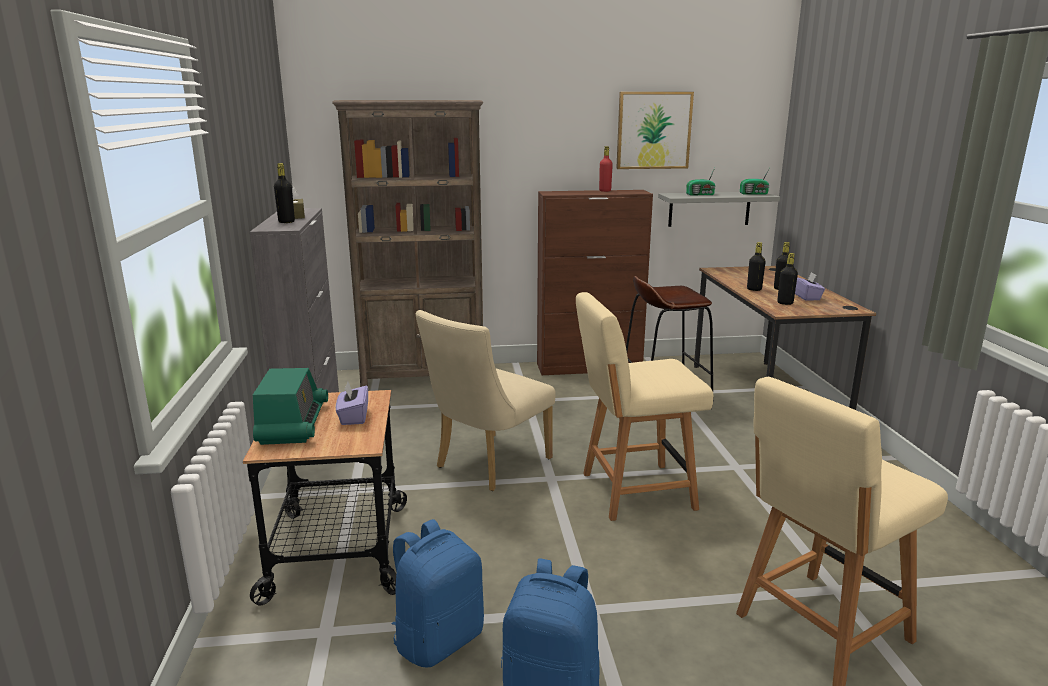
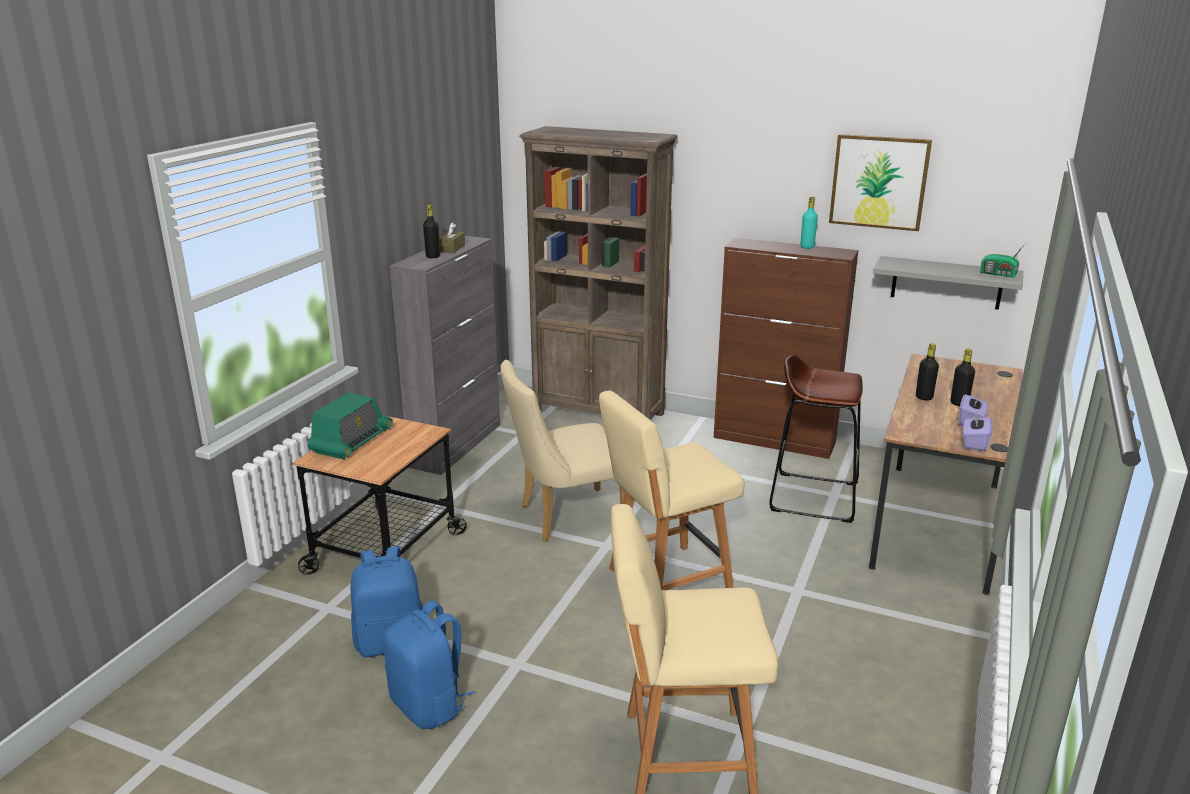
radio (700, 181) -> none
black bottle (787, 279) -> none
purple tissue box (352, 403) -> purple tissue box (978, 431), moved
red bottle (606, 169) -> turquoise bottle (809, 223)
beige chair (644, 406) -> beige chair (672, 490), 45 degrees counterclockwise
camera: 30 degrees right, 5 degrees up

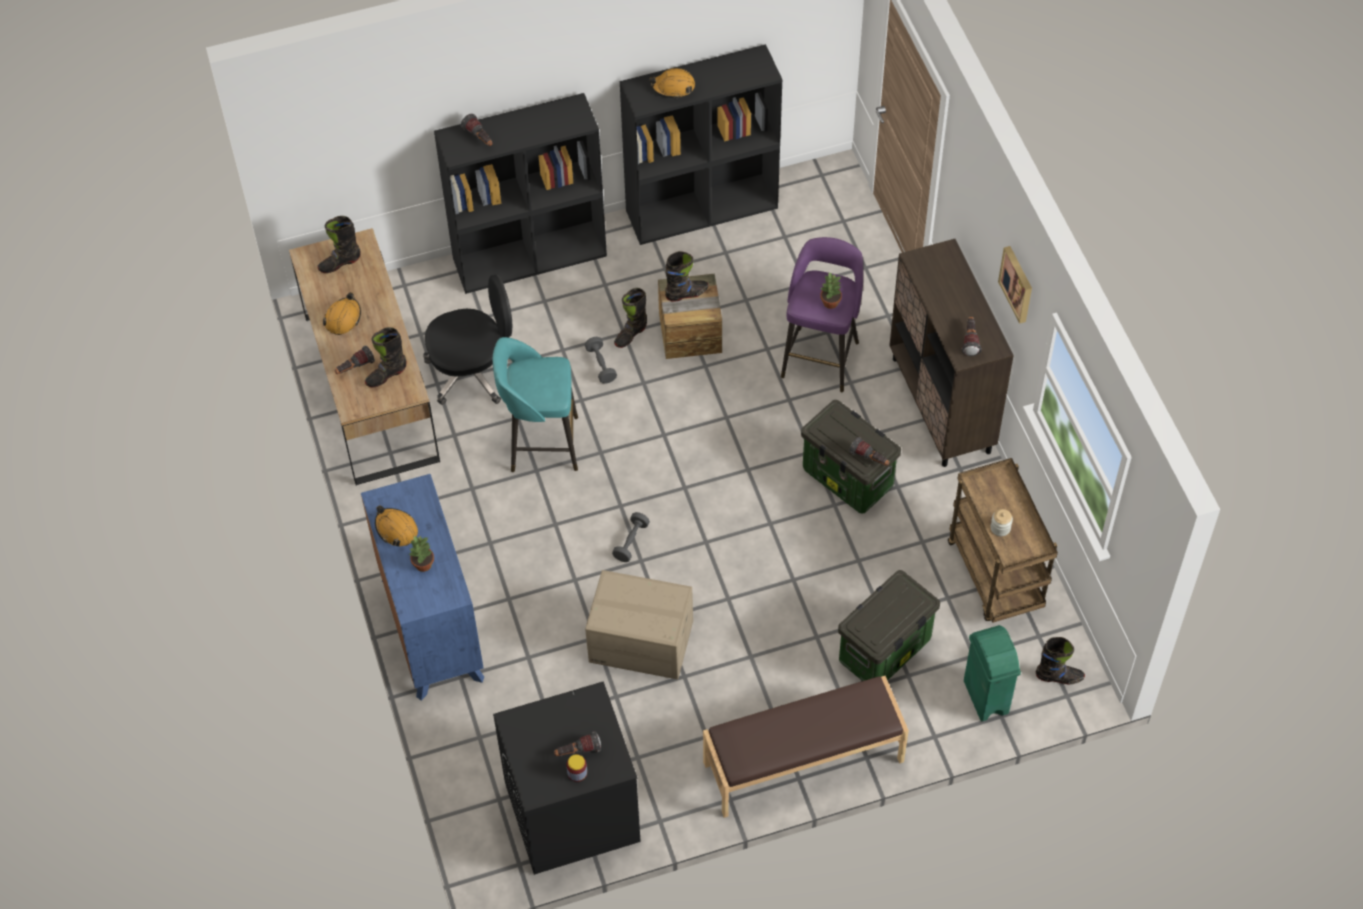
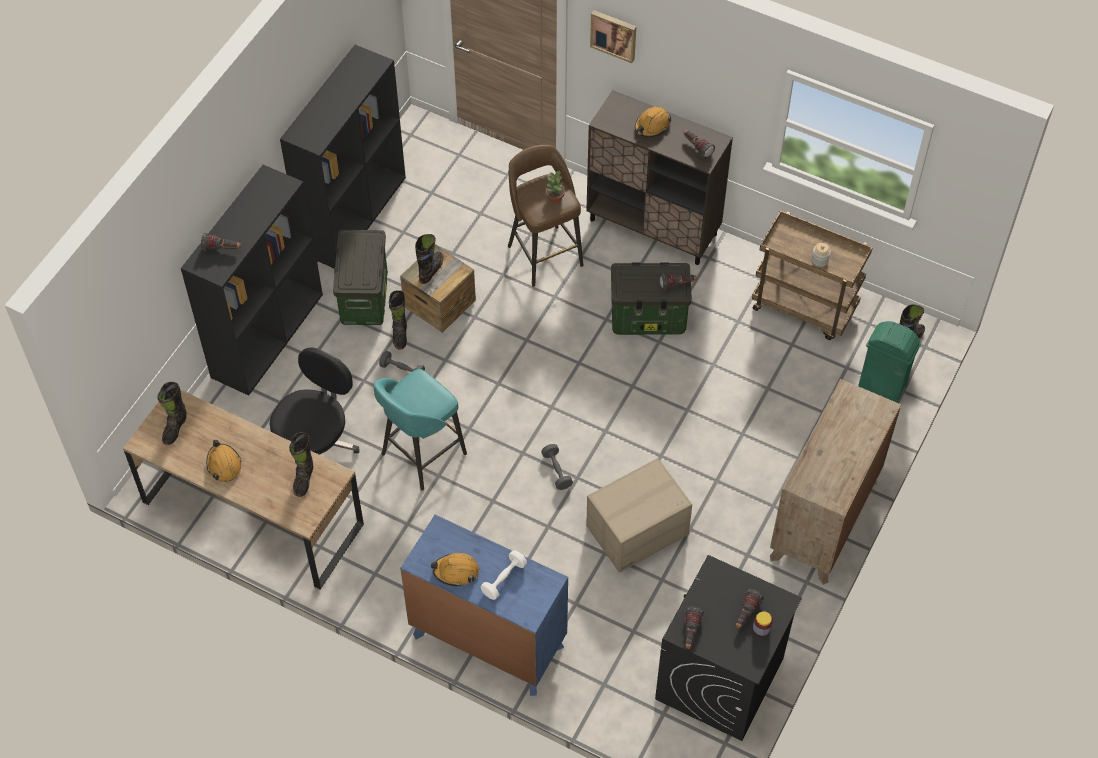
flashlight (354, 360) -> flashlight (694, 628), moved
orange hard hat (672, 83) -> orange hard hat (653, 121), moved
storage box (889, 625) -> storage box (360, 277), moved
picture (1015, 285) -> picture (613, 36), moved
potted plant (422, 554) -> white dumbbell (503, 575)
brown bench (806, 747) -> brown dresser (835, 482)
purple stool (822, 314) -> brown stool (546, 216)
camera: 45 degrees left, 0 degrees up

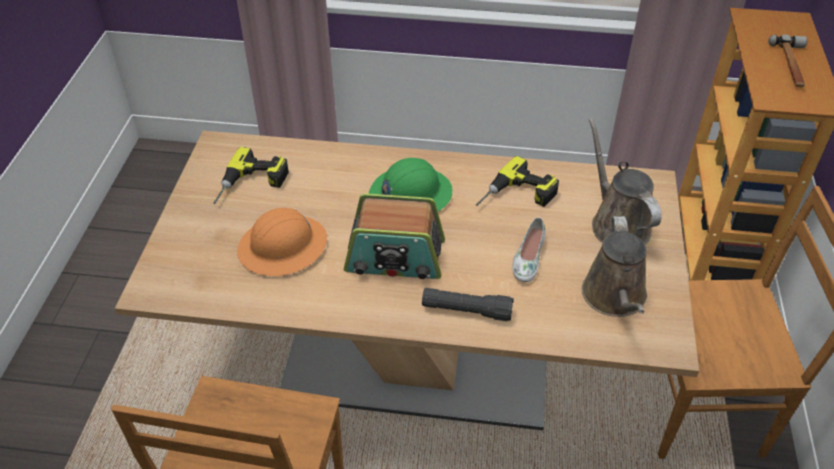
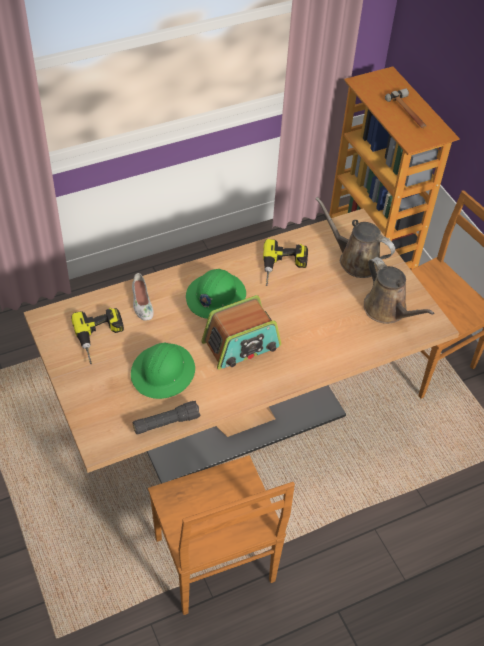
black flashlight (468, 304) -> black flashlight (166, 417), moved
white shoe (529, 249) -> white shoe (143, 297), moved
orange hard hat (282, 242) -> green hard hat (163, 370)
camera: 35 degrees left, 5 degrees up

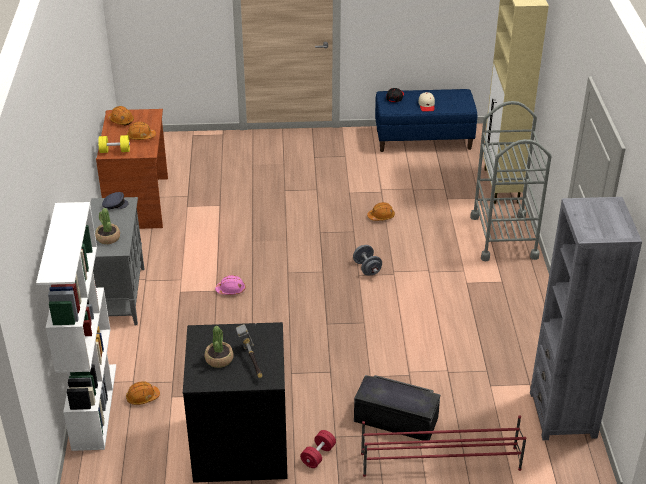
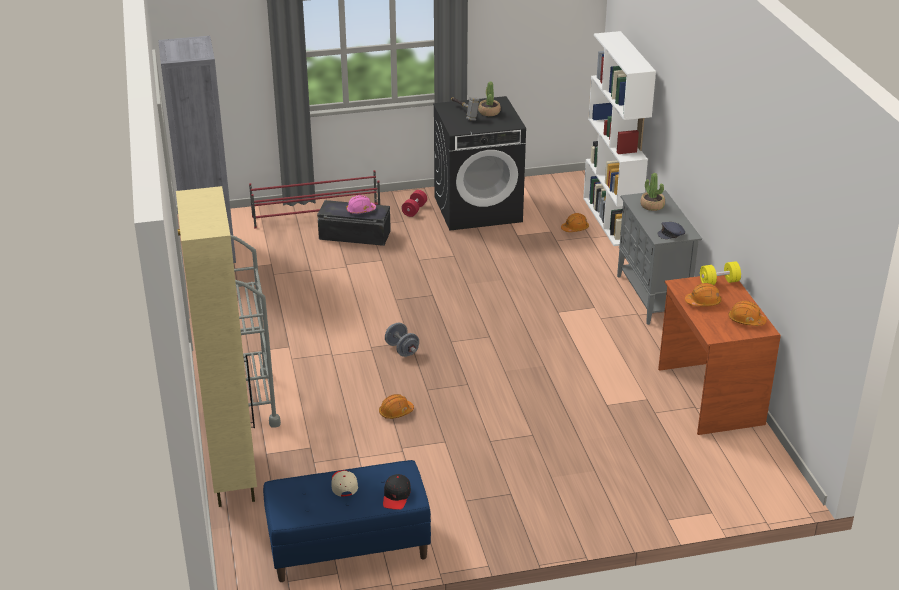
pink hard hat (230, 285) -> pink hard hat (361, 204), moved
camera: 170 degrees right, 5 degrees down

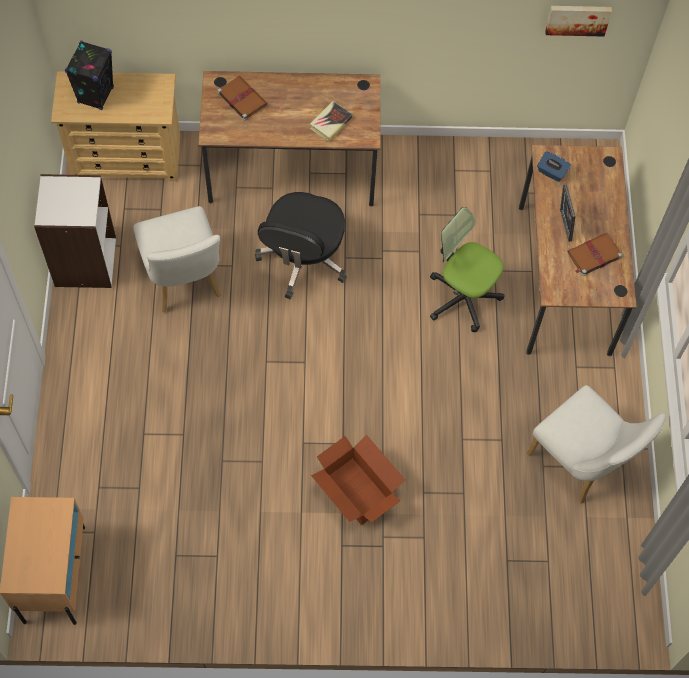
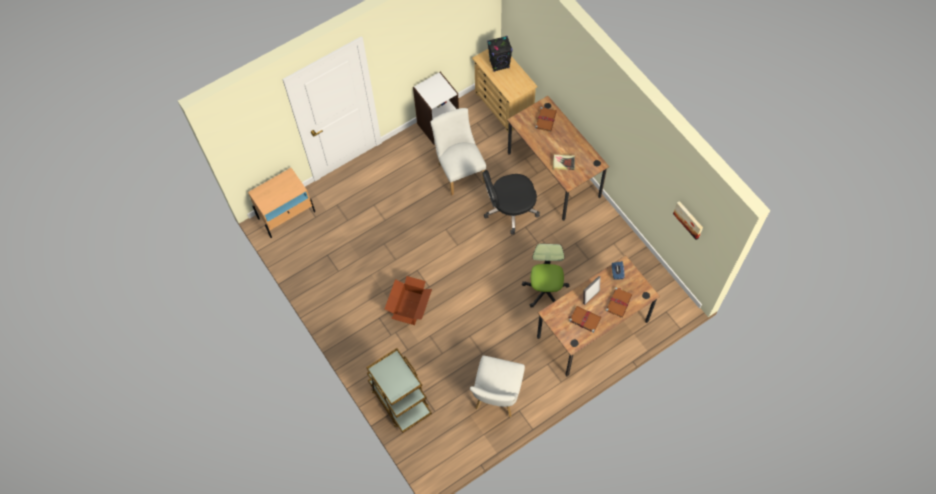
none -> brown cart (399, 390)
none -> brown book (619, 303)
white chair (177, 259) -> white chair (458, 151), 120 degrees clockwise
camera: 60 degrees right, 0 degrees up

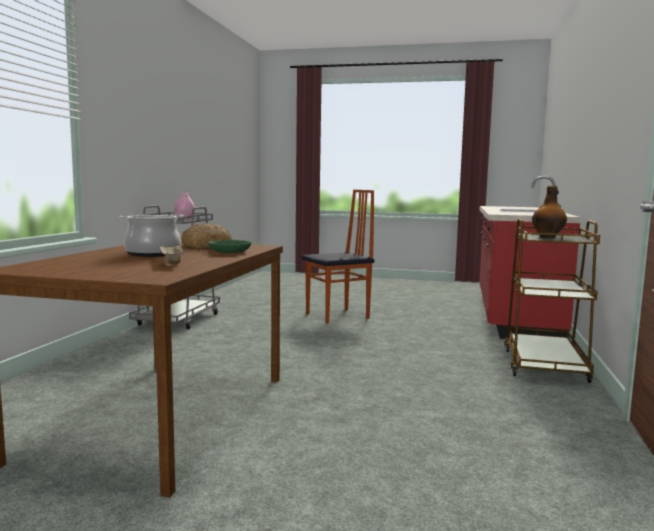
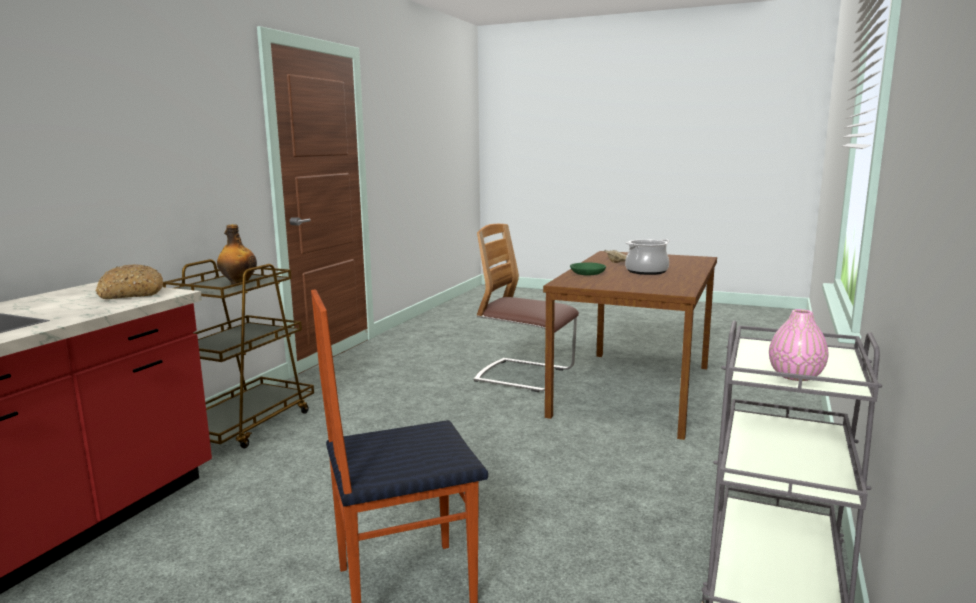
none -> chair (526, 308)
bread (207, 236) -> bread (129, 281), moved
camera: 170 degrees left, 5 degrees up

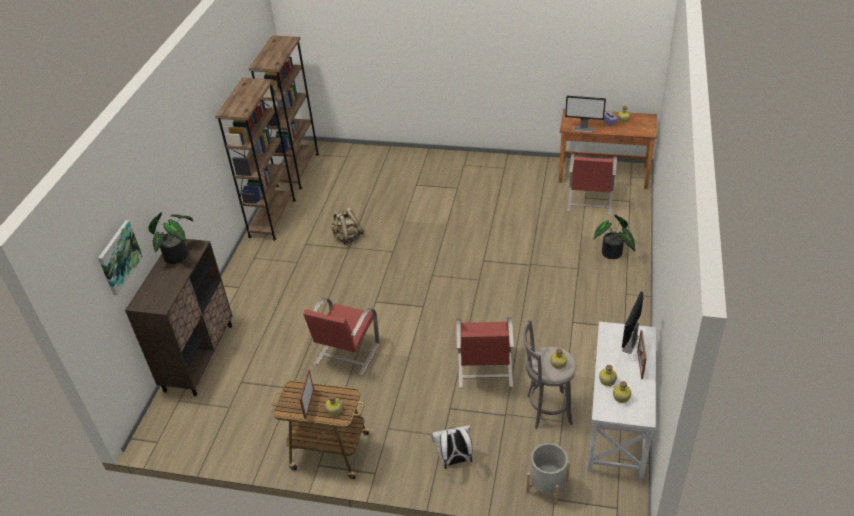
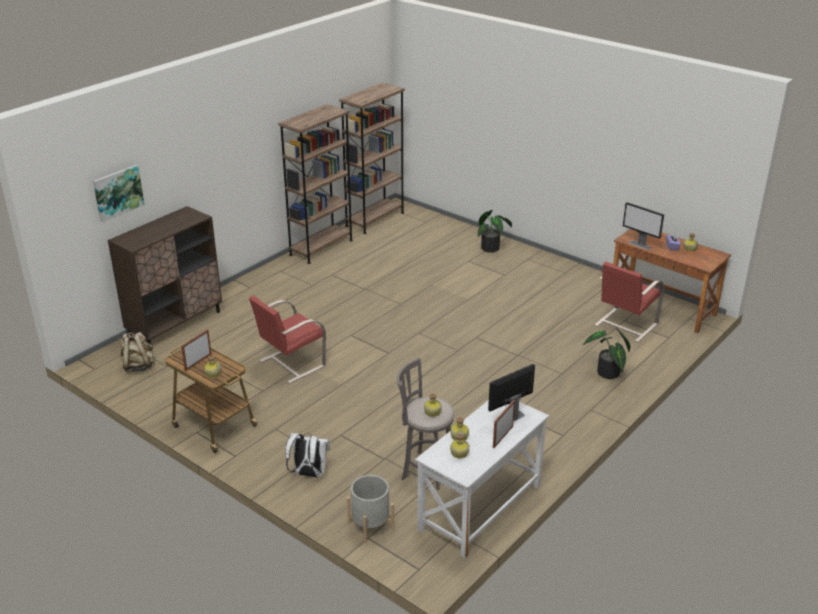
red chair (485, 352) -> none
potted plant (171, 238) -> potted plant (495, 231), moved
beige backpack (347, 226) -> beige backpack (138, 352), moved
camera: 25 degrees right, 10 degrees down

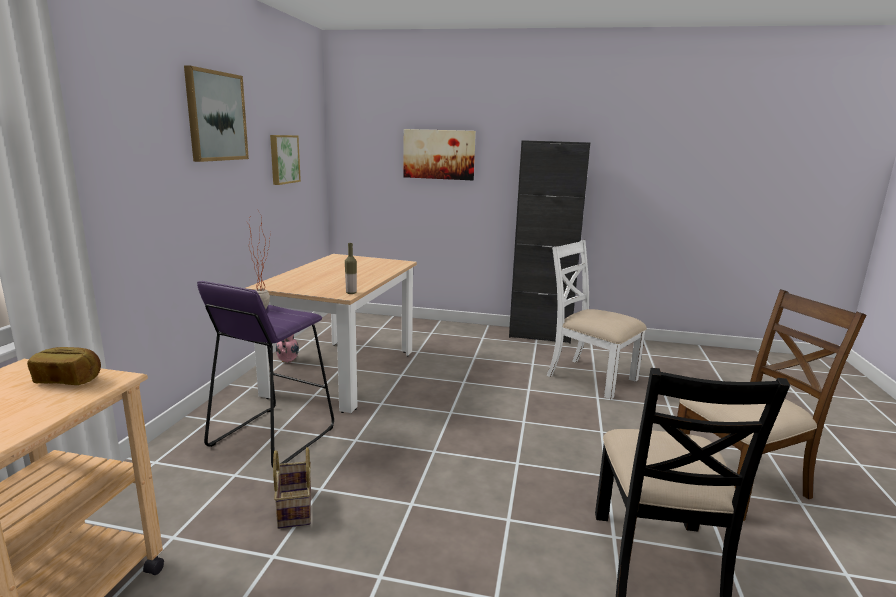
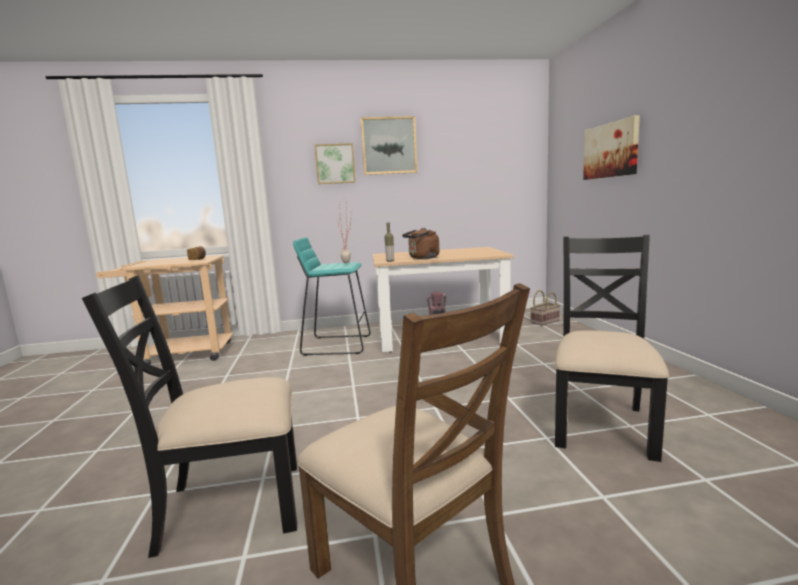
black cabinet (549, 242) -> none
none -> brown kettle (420, 243)
picture (285, 160) -> picture (335, 163), moved
basket (292, 488) -> basket (545, 308), moved
purple stool (265, 374) -> turquoise stool (331, 296)
white chair (596, 319) -> black chair (611, 348)
camera: 70 degrees right, 5 degrees down

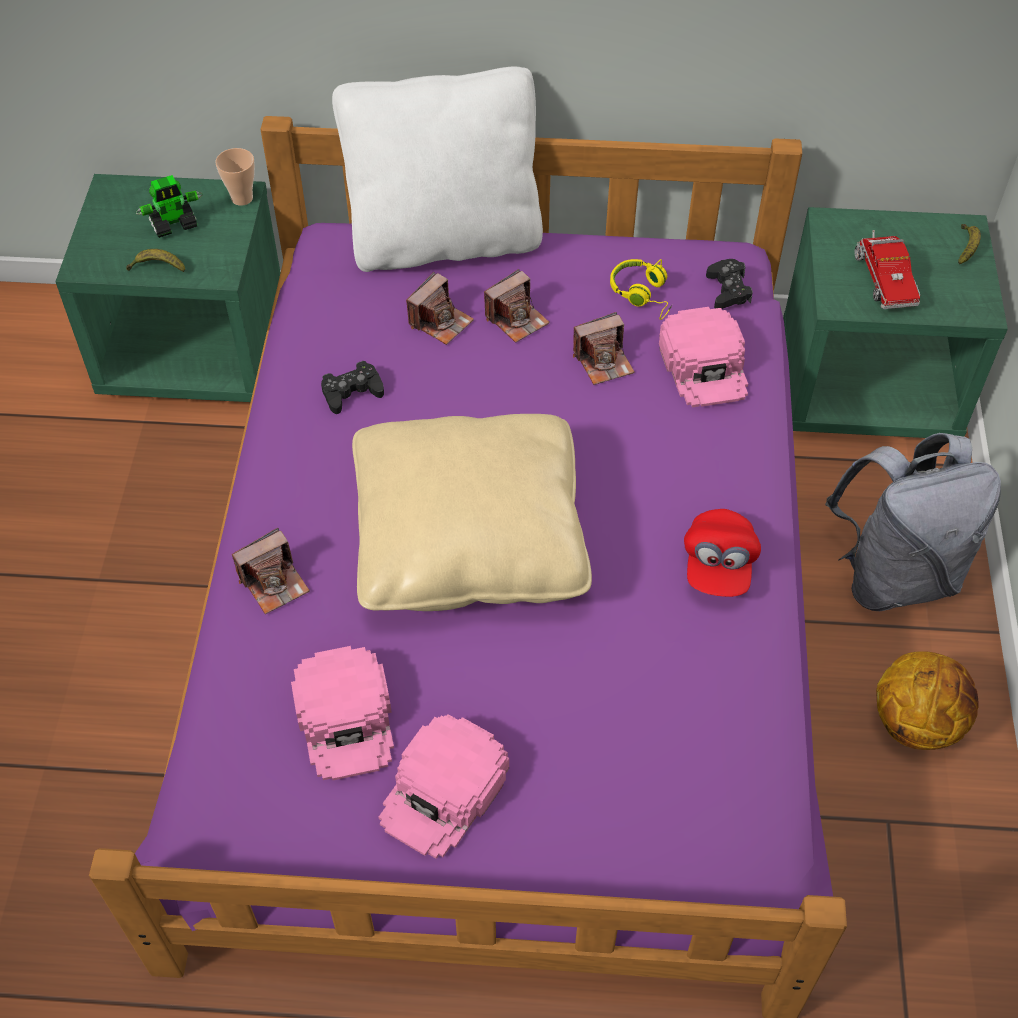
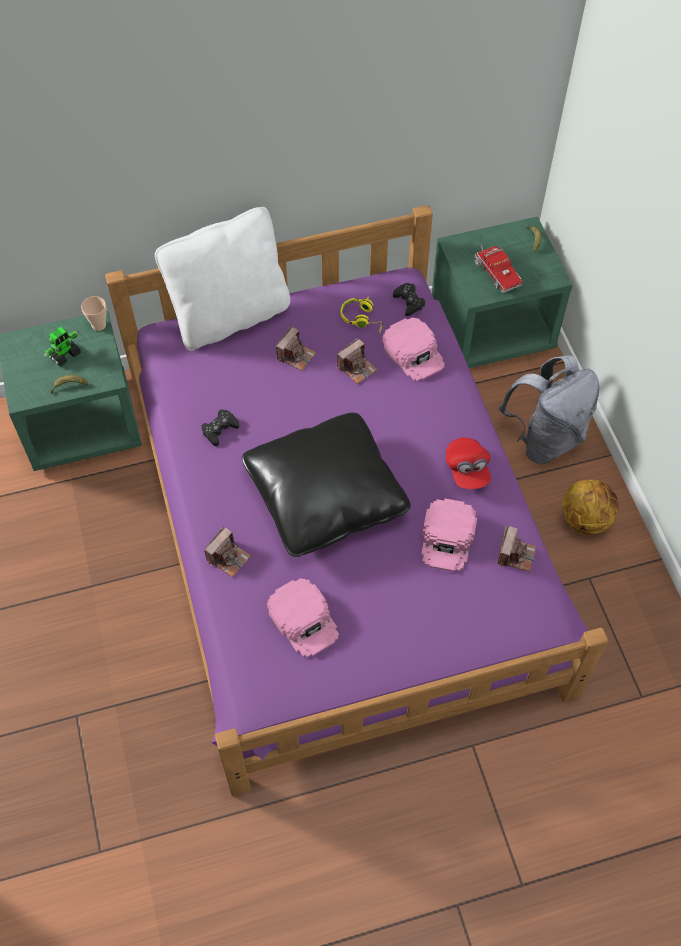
pink cap (444, 786) -> pink cap (449, 535), moved
photo camera (440, 308) -> photo camera (516, 549), moved
beige pillow (472, 512) -> black pillow (326, 485)
camera: 20 degrees left, 5 degrees up

